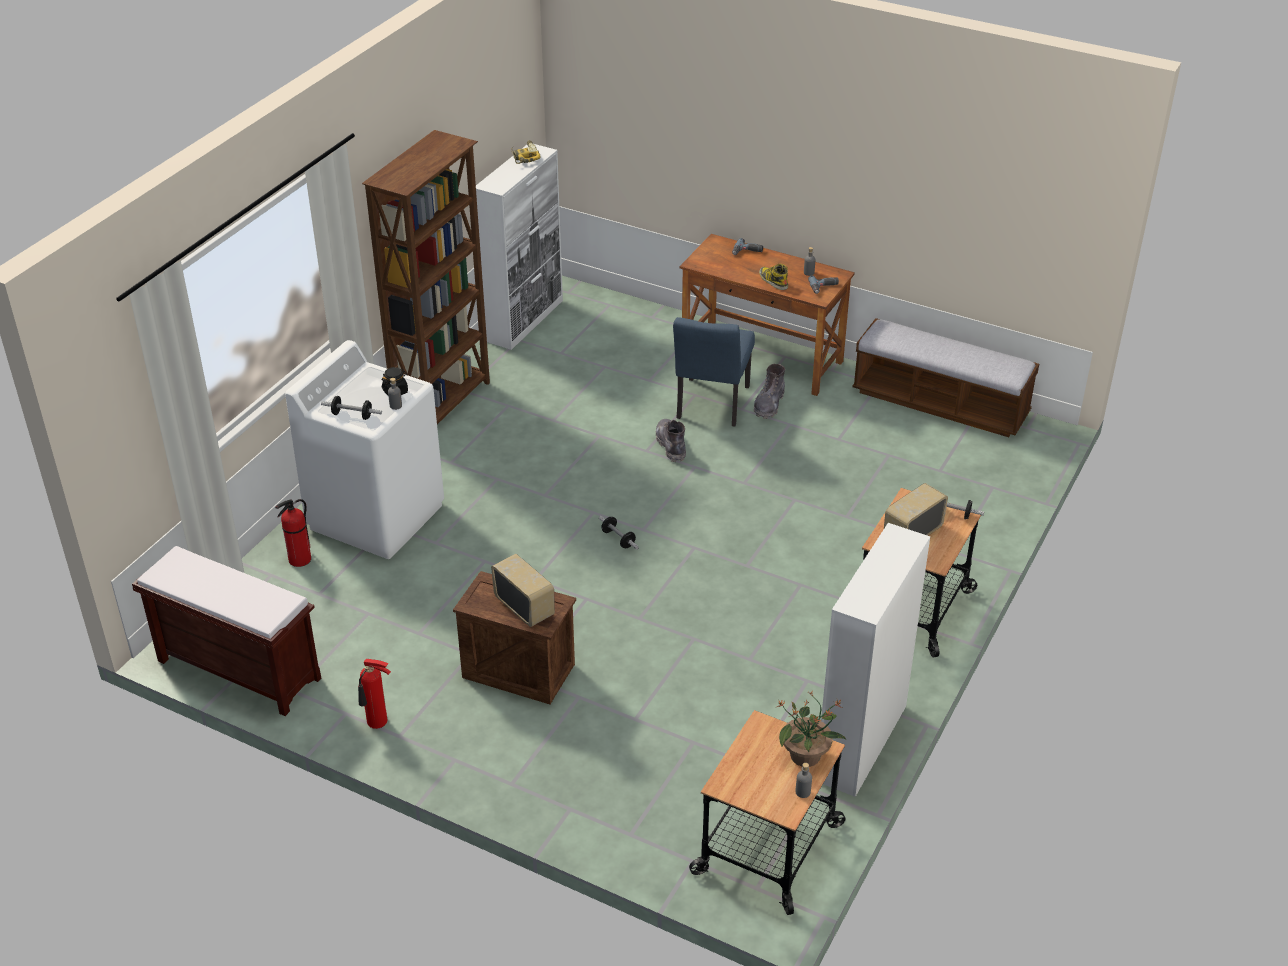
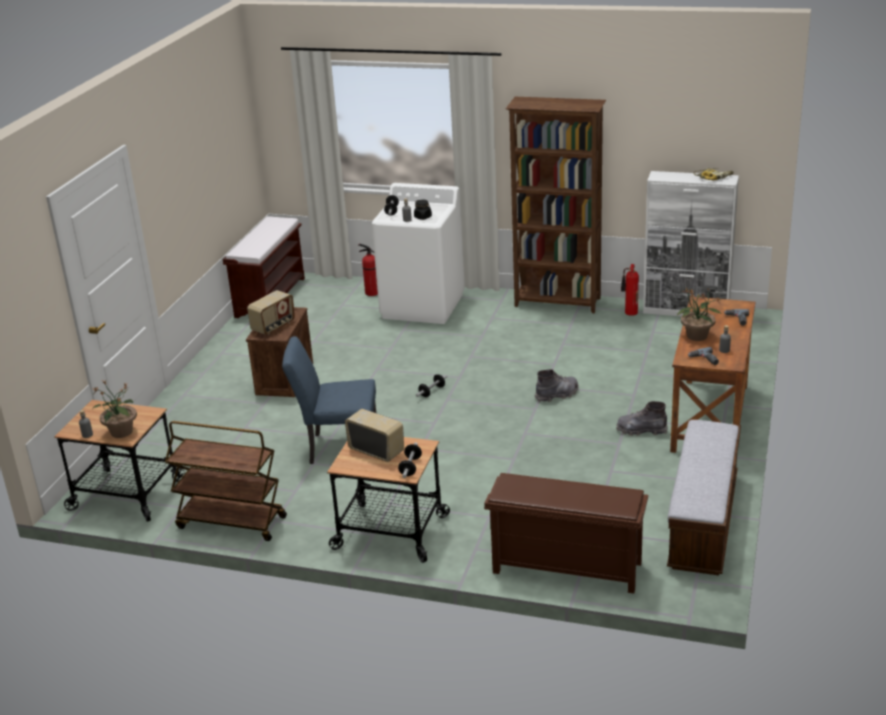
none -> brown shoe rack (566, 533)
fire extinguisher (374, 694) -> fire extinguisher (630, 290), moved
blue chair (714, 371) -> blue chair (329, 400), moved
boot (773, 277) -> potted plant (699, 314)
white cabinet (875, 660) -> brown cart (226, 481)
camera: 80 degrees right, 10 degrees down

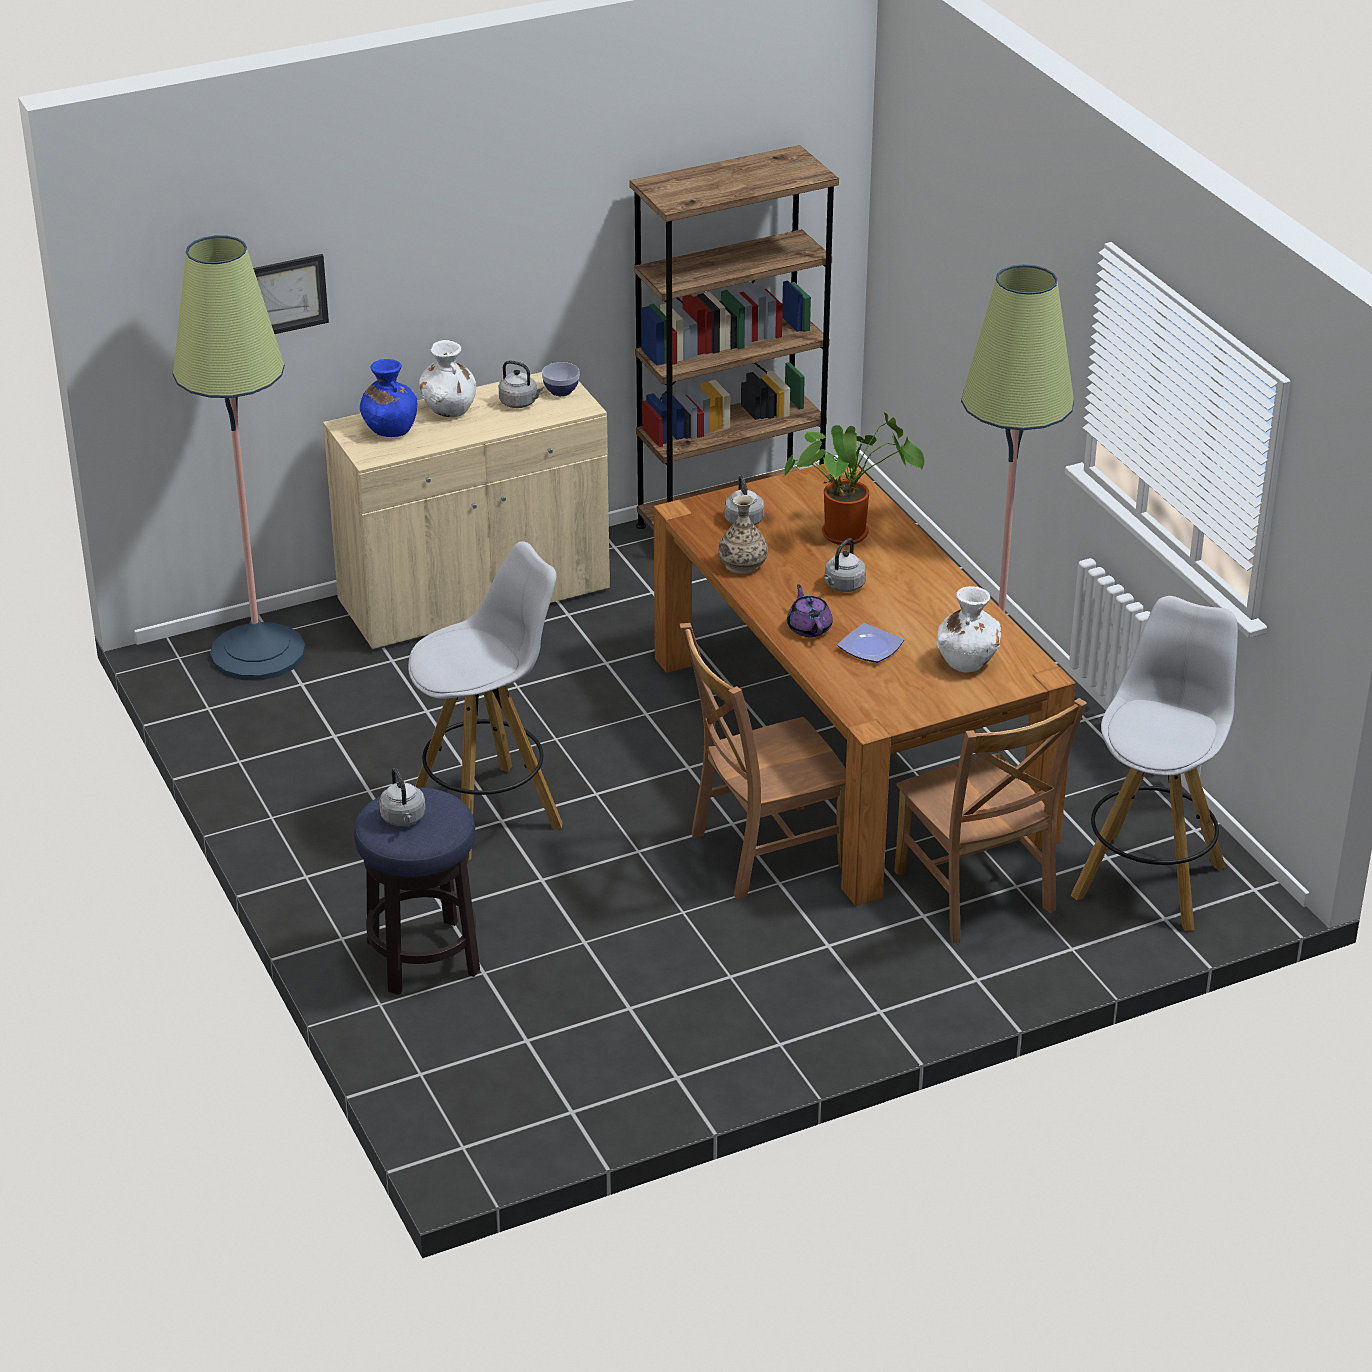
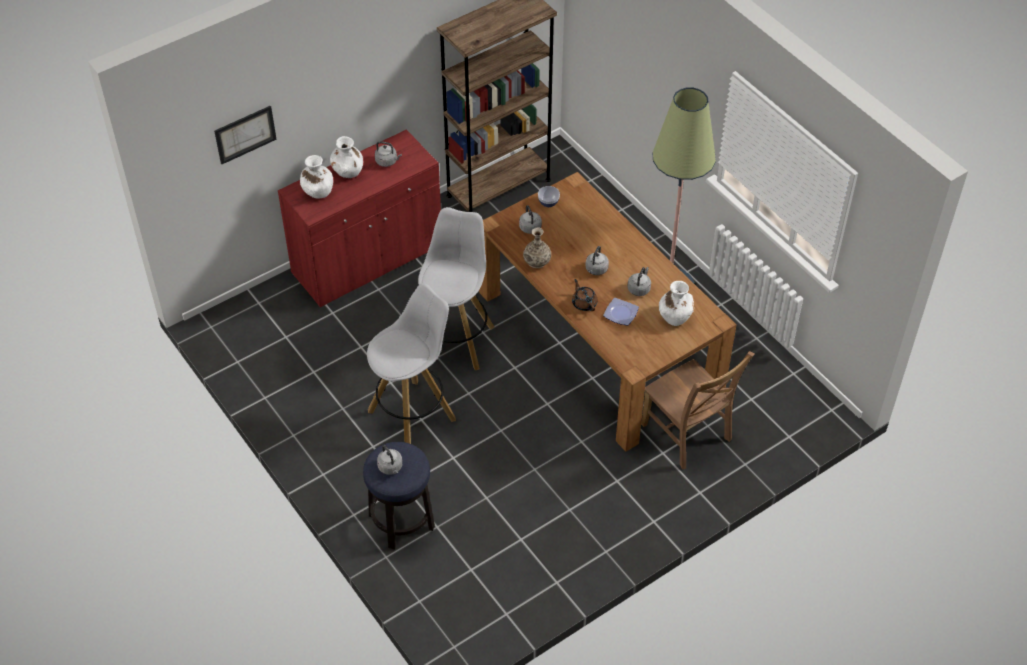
floor lamp (239, 458) -> none
brown chair (763, 761) -> none
potted plant (854, 478) -> none
none -> grey kettle (639, 281)
bowl (561, 379) -> bowl (549, 196), moved
white stool (1154, 763) -> white stool (456, 288), moved
beige cabinet (466, 511) -> red cabinet (359, 218)
blue vase (388, 398) -> white vase (316, 176)
purple teapot (810, 610) -> brown teapot (585, 295)
camera: 10 degrees left, 15 degrees up

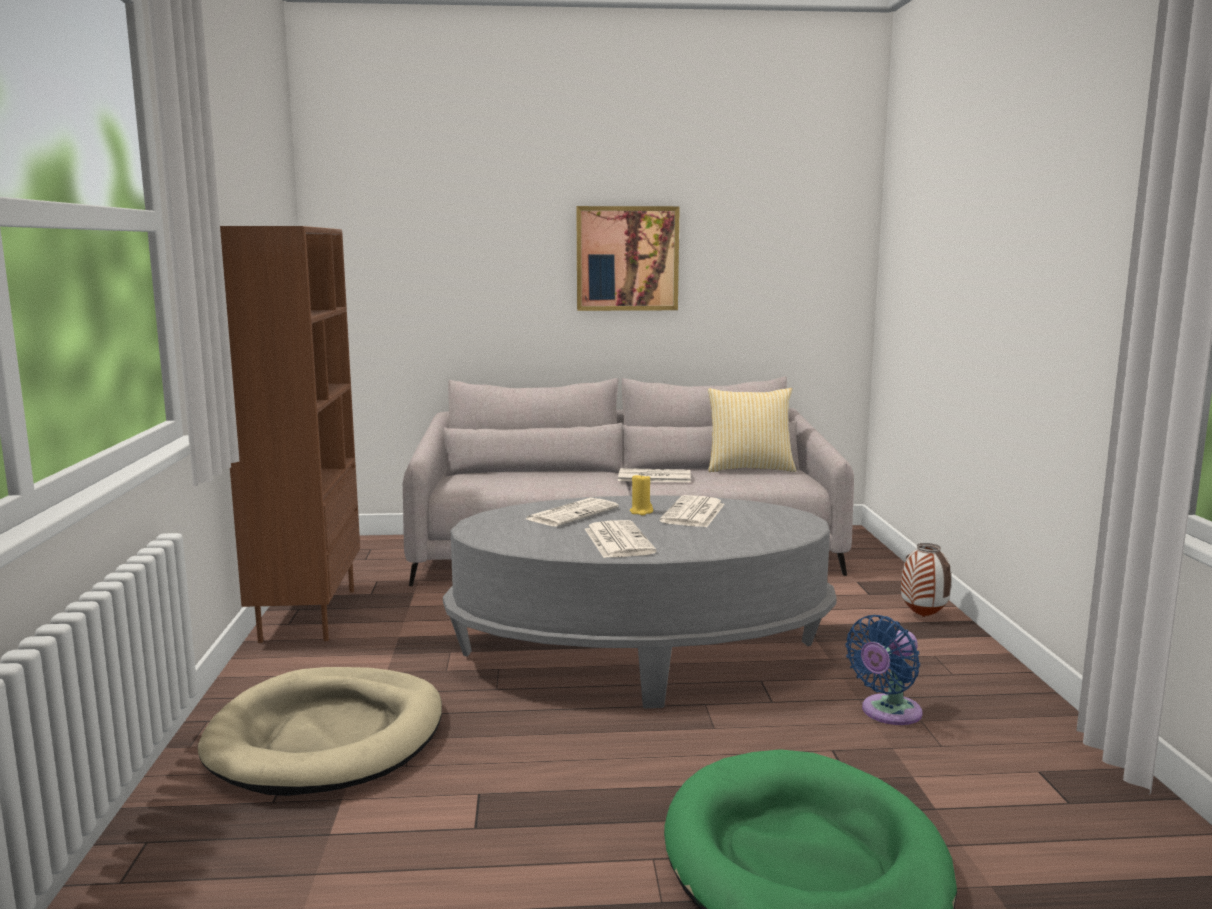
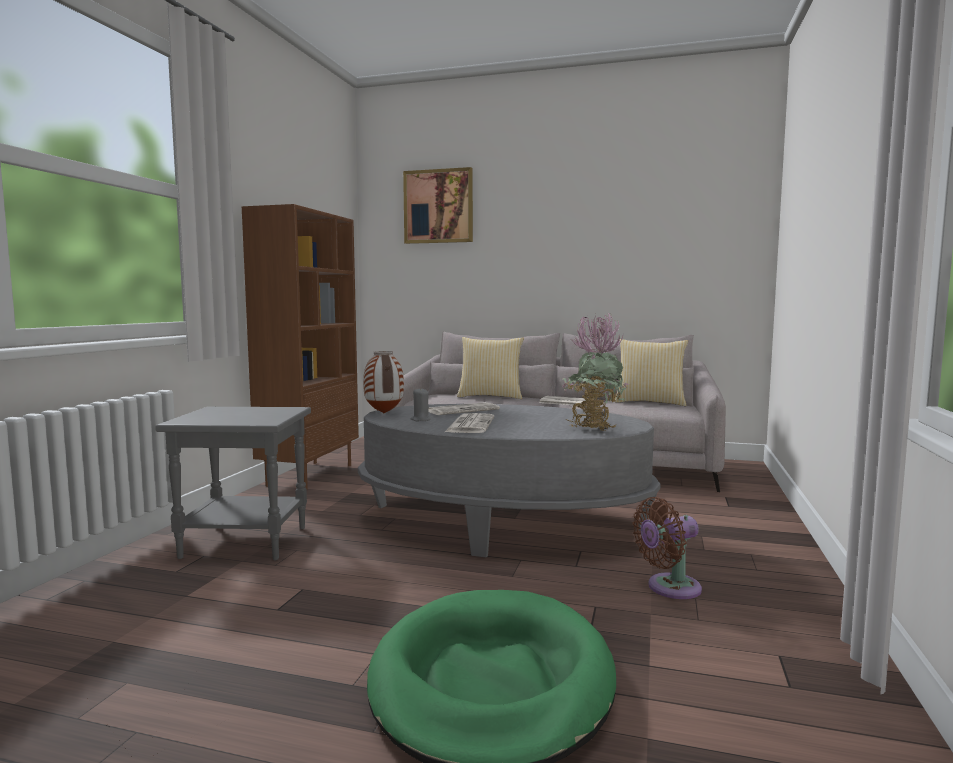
yellow candle (641, 494) -> none
newspaper (692, 511) -> none
none -> grey candle (421, 404)
none -> pillow (490, 368)
none -> potted plant (595, 372)
picture (628, 258) -> picture (438, 205), moved
vase (926, 580) -> vase (383, 382), moved
beige dog bed (320, 731) -> grey side table (233, 483)
blue fan (884, 670) -> brown fan (667, 548)
camera: 20 degrees right, 5 degrees down

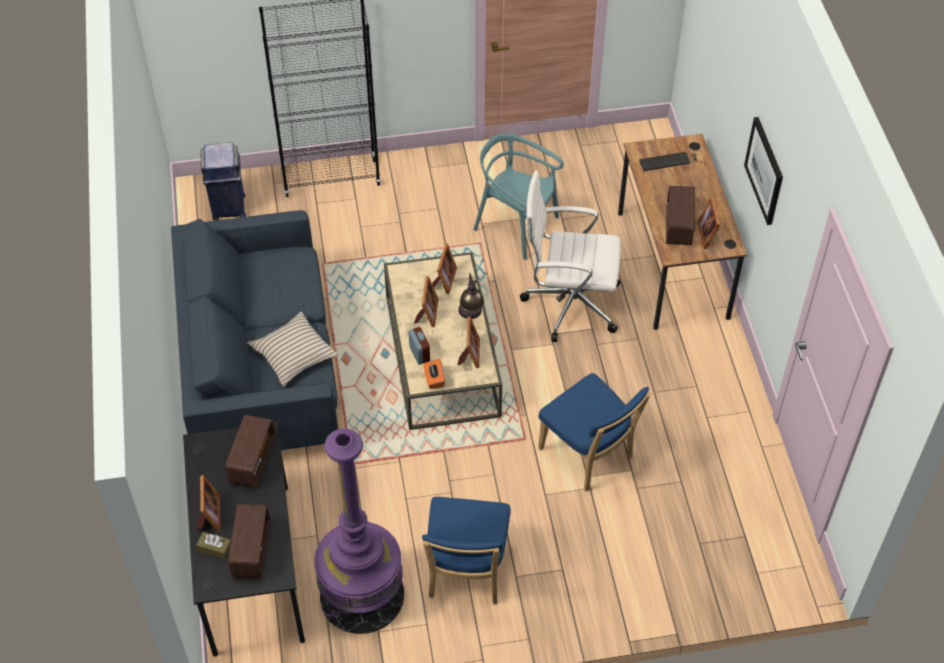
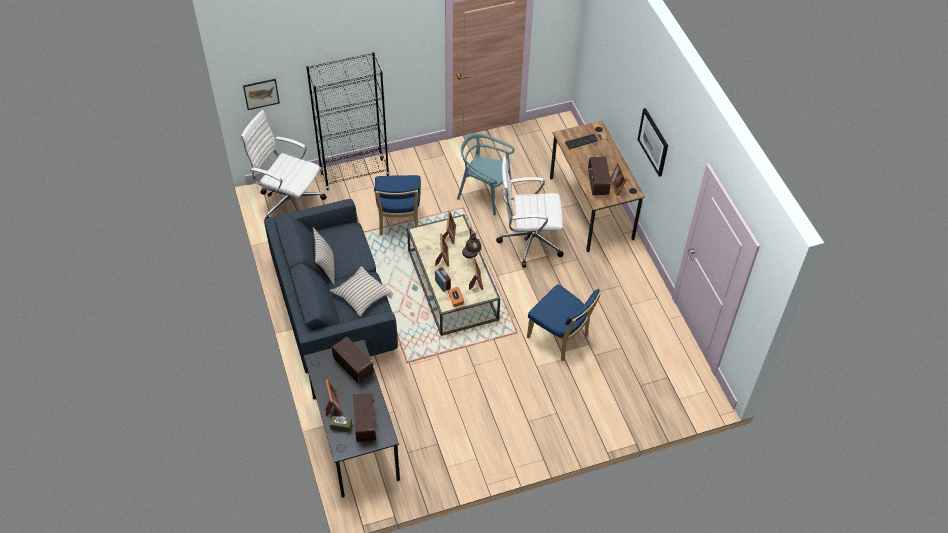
purple floor lamp (359, 531) -> none
none -> picture (261, 94)
none -> beige pillow (323, 256)
blue chair (466, 550) -> blue chair (397, 205), moved
blue trash can (223, 181) -> white office chair (284, 164)
radio (250, 451) -> radio (352, 360), 45 degrees counterclockwise
camera: 10 degrees left, 0 degrees up

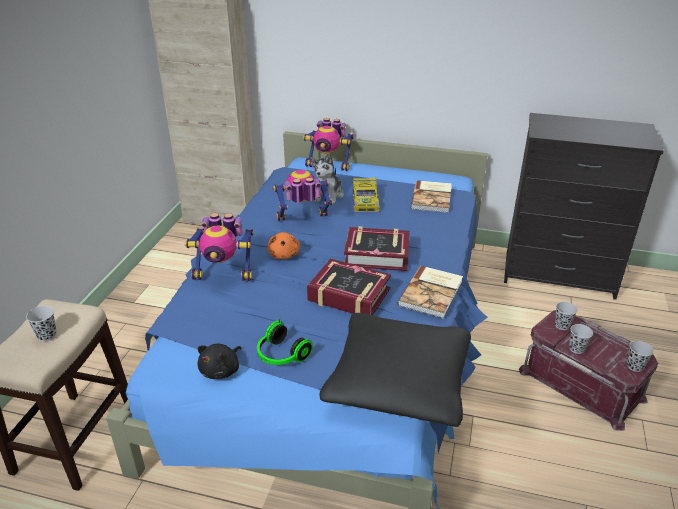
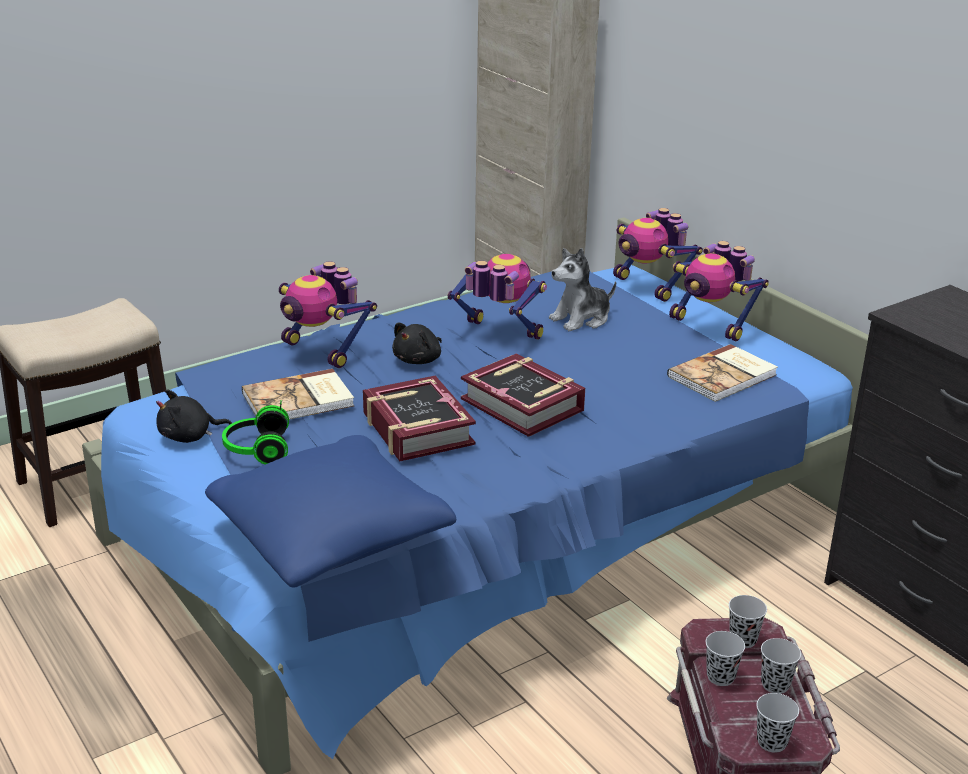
toy car (366, 194) -> none
none -> toy robot (719, 291)
black cup (41, 323) -> black cup (781, 666), moved
book (430, 292) -> book (298, 394), moved
orange plush toy (283, 245) -> black plush toy (417, 343)
black pillow (395, 370) -> blue pillow (330, 511)
camera: 40 degrees right, 5 degrees down

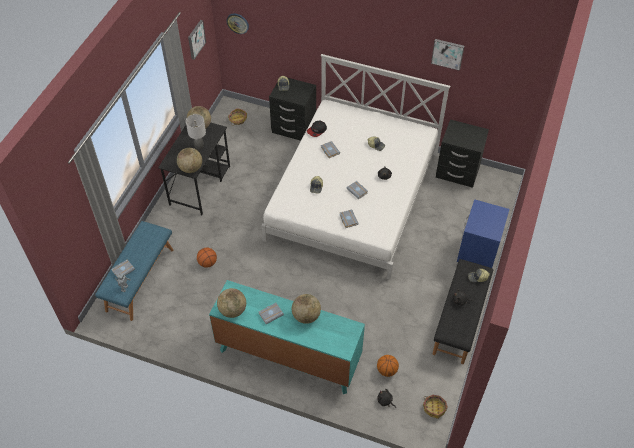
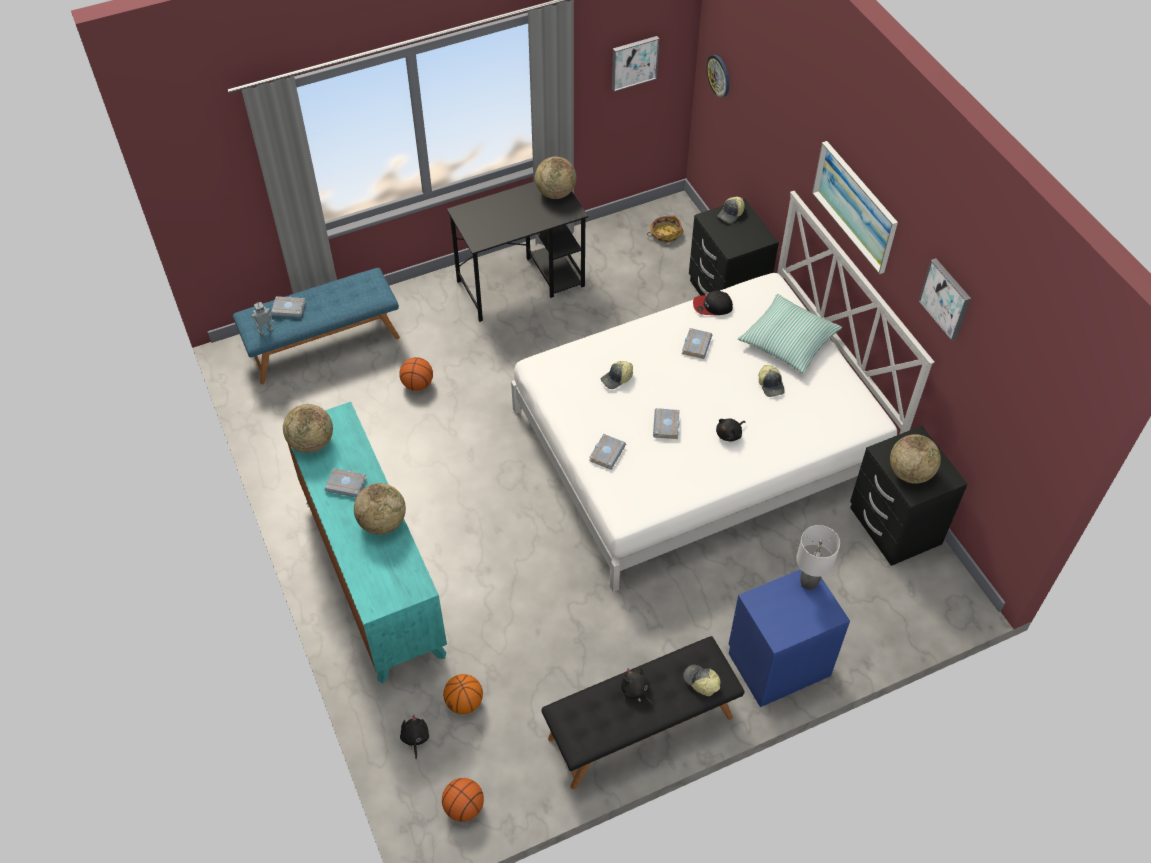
none -> pillow (790, 334)
none -> picture (855, 207)
globe (189, 160) -> globe (915, 459), moved
grey table lamp (196, 132) -> grey table lamp (818, 557), moved
basket (435, 407) -> basketball (463, 800)
camera: 45 degrees right, 0 degrees up

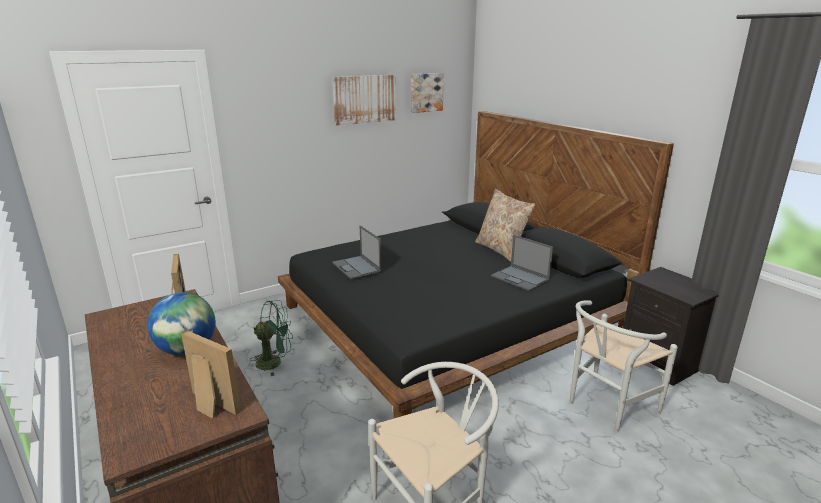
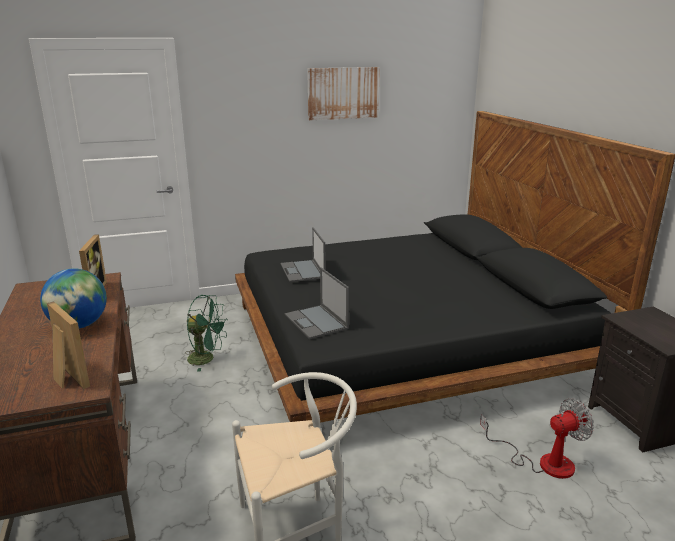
picture (427, 93) -> none
beige pillow (505, 225) -> none
laptop (522, 263) -> laptop (317, 303), moved
white chair (624, 366) -> fan (537, 438)
camera: 15 degrees right, 0 degrees up

